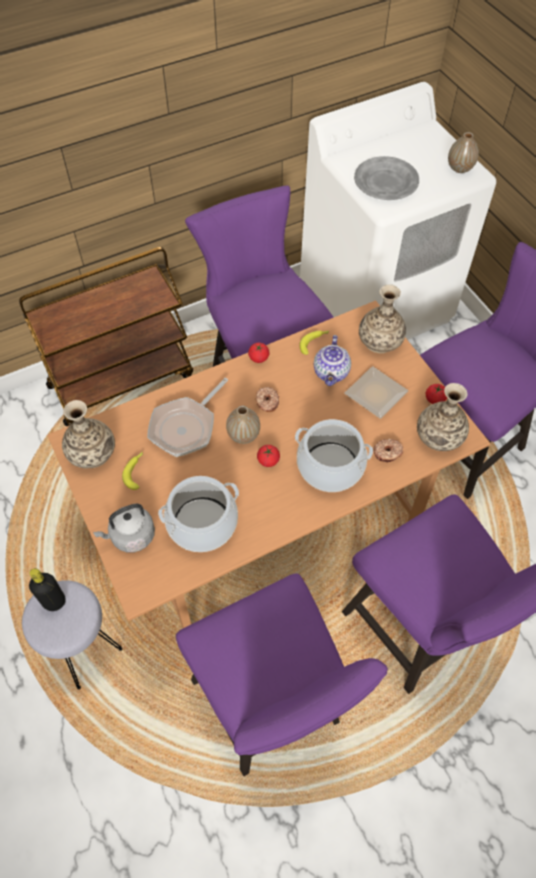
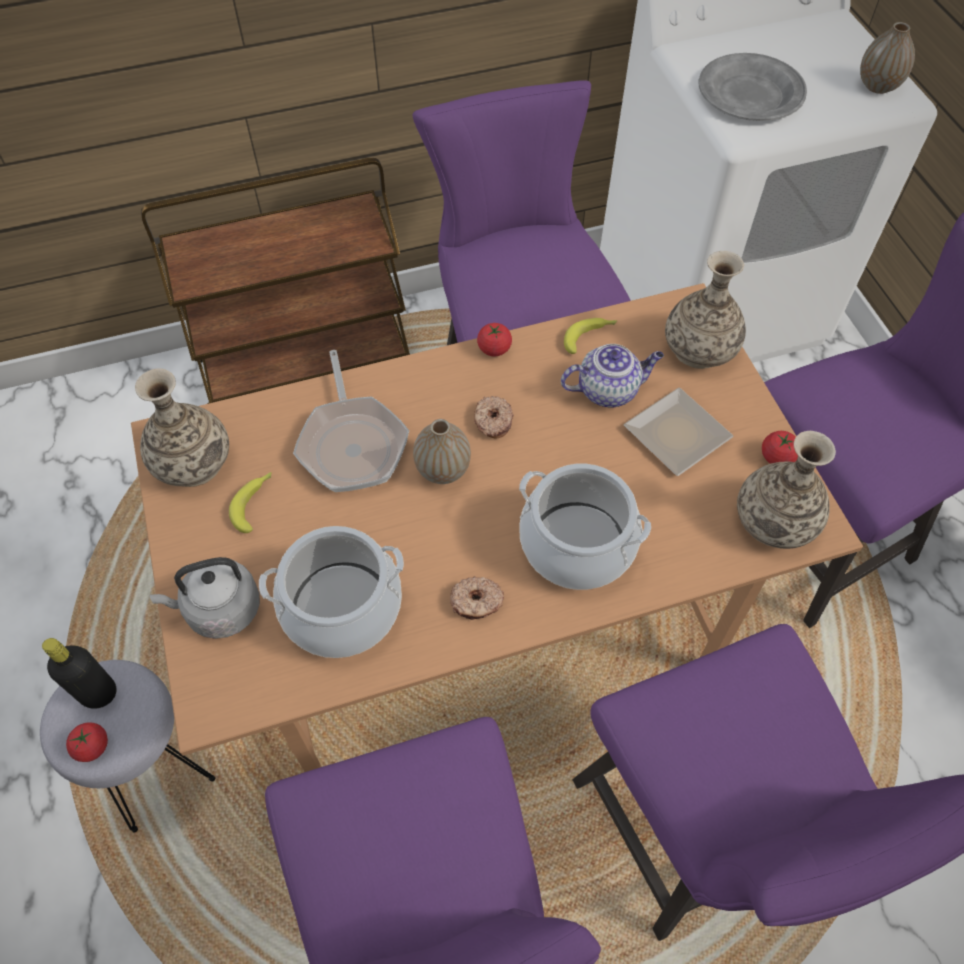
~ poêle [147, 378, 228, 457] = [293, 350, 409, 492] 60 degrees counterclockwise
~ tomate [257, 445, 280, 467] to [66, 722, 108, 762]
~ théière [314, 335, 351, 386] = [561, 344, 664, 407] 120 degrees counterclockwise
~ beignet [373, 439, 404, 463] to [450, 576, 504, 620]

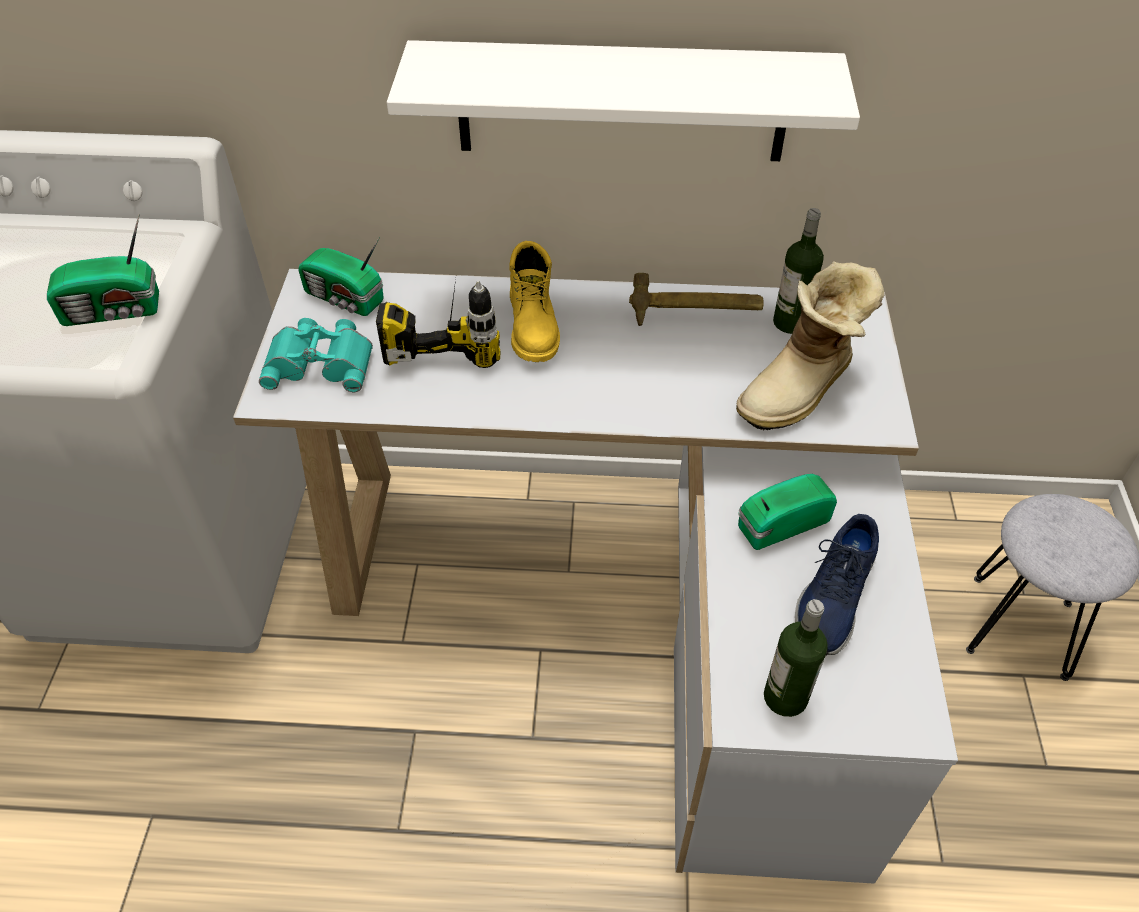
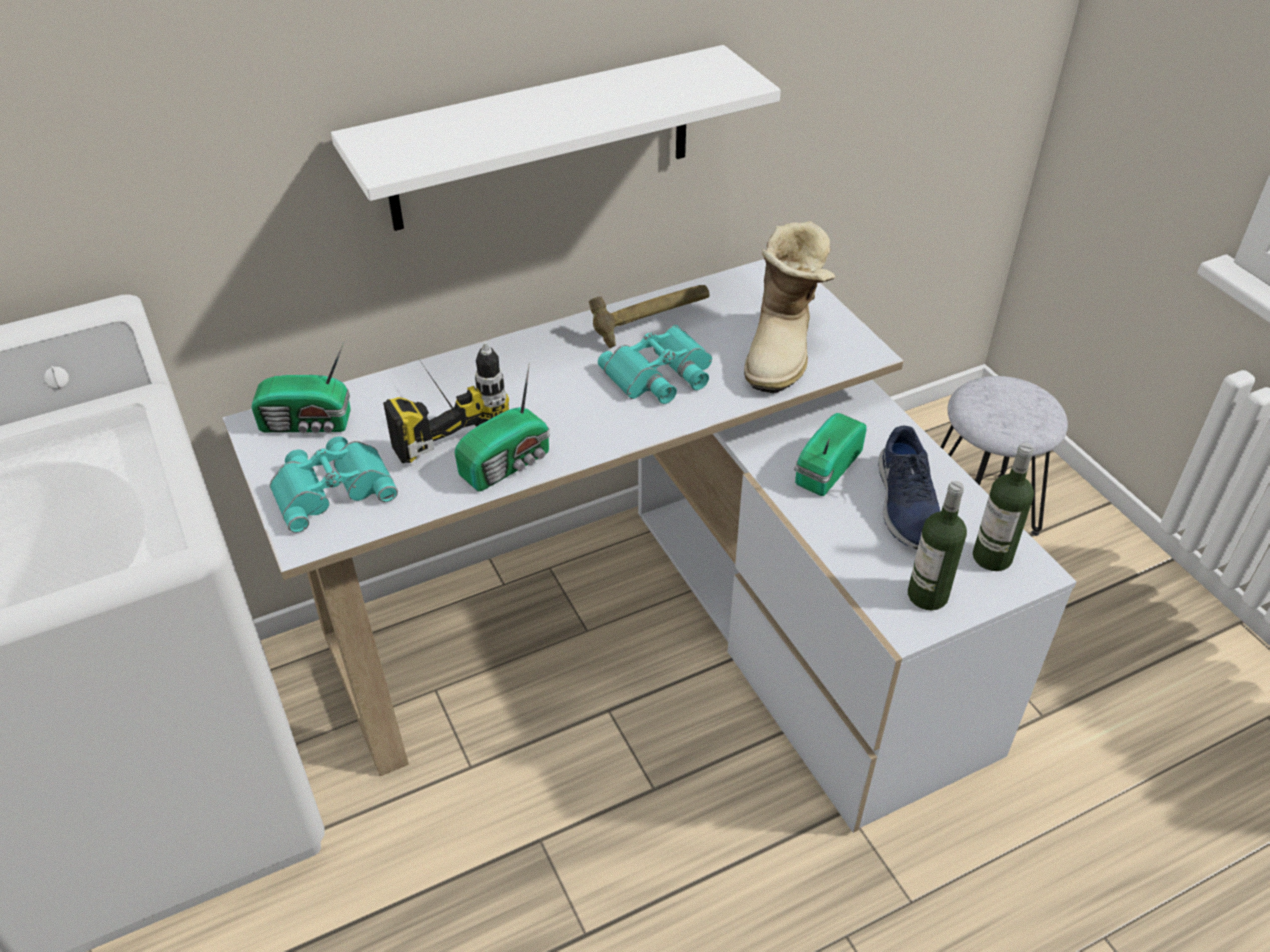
~ radio [47, 214, 159, 326] to [455, 363, 550, 492]
- botte [jaune] [509, 241, 560, 362]
~ bouteille [773, 208, 824, 334] to [973, 443, 1034, 571]
+ jumelles [turquoise] [598, 325, 712, 404]

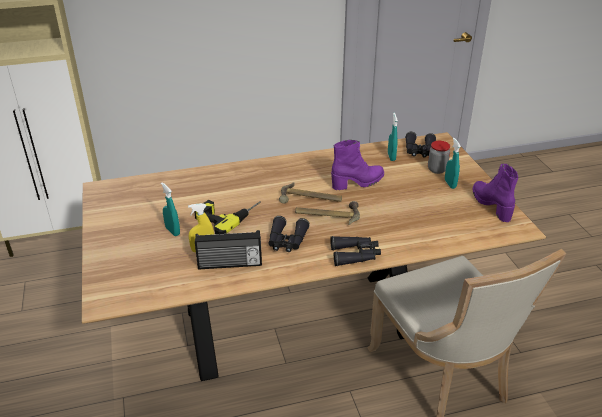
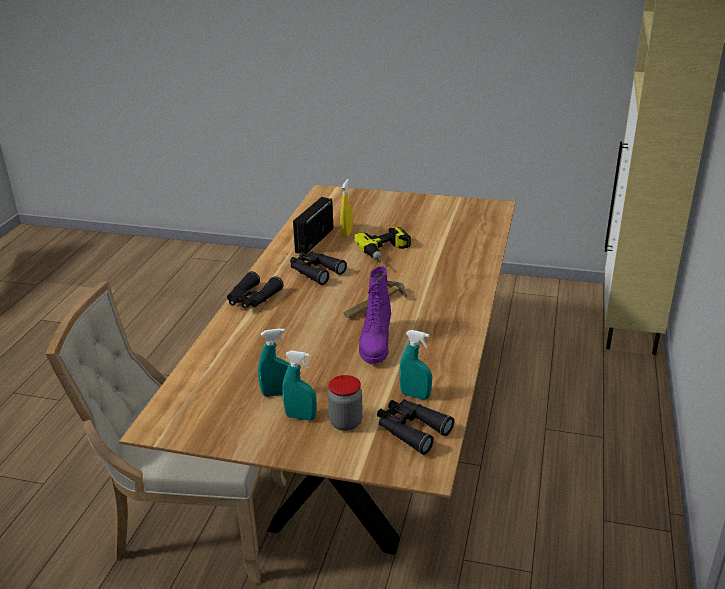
~ vaporisateur [turquoise] [161, 182, 180, 236] to [258, 328, 289, 397]
- marteau [295, 201, 360, 225]
- botte [violet] [472, 163, 518, 222]

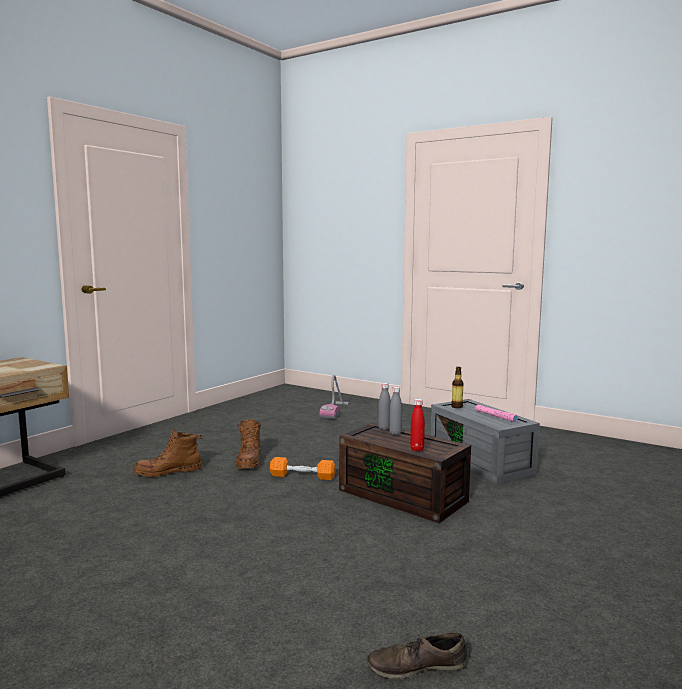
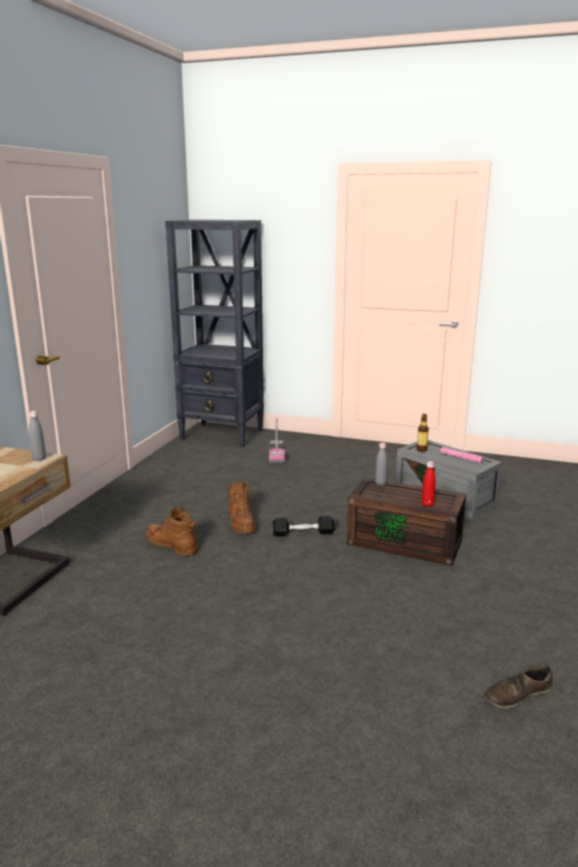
~ botte [marron] [133, 428, 203, 477] = [146, 507, 197, 556] 75 degrees clockwise
~ haltère [orange] [270, 457, 336, 480] to haltère [noir] [272, 516, 335, 537]
~ bouteille [gris] [389, 387, 402, 435] to [29, 411, 46, 461]
+ bibliothèque [noir] [165, 220, 264, 448]

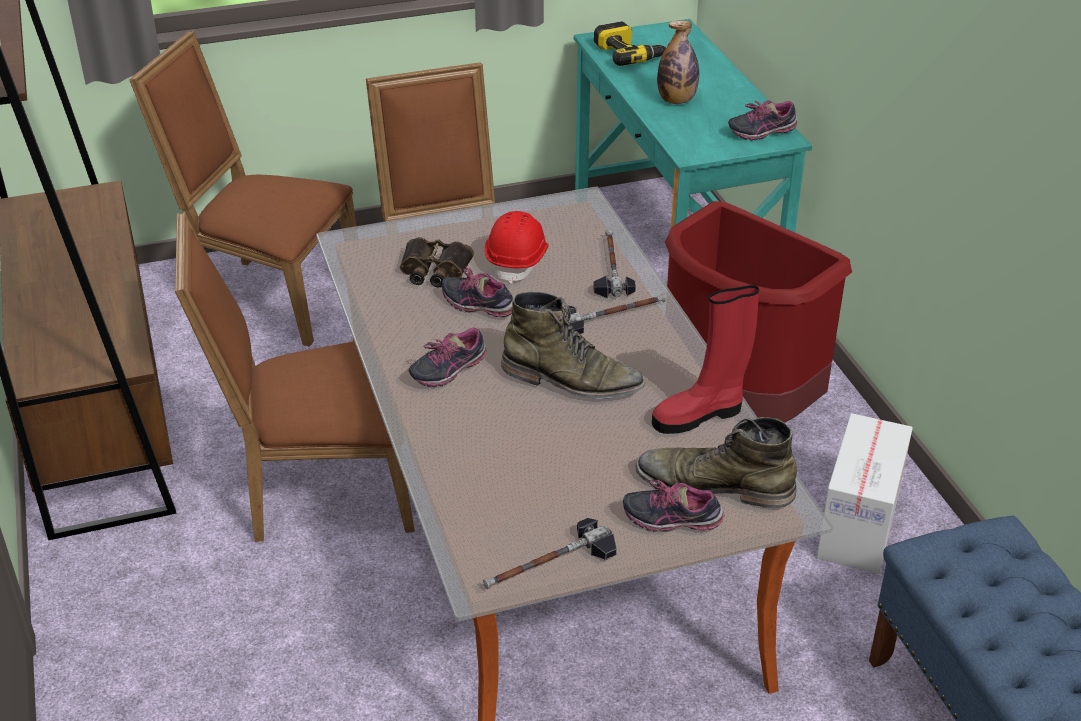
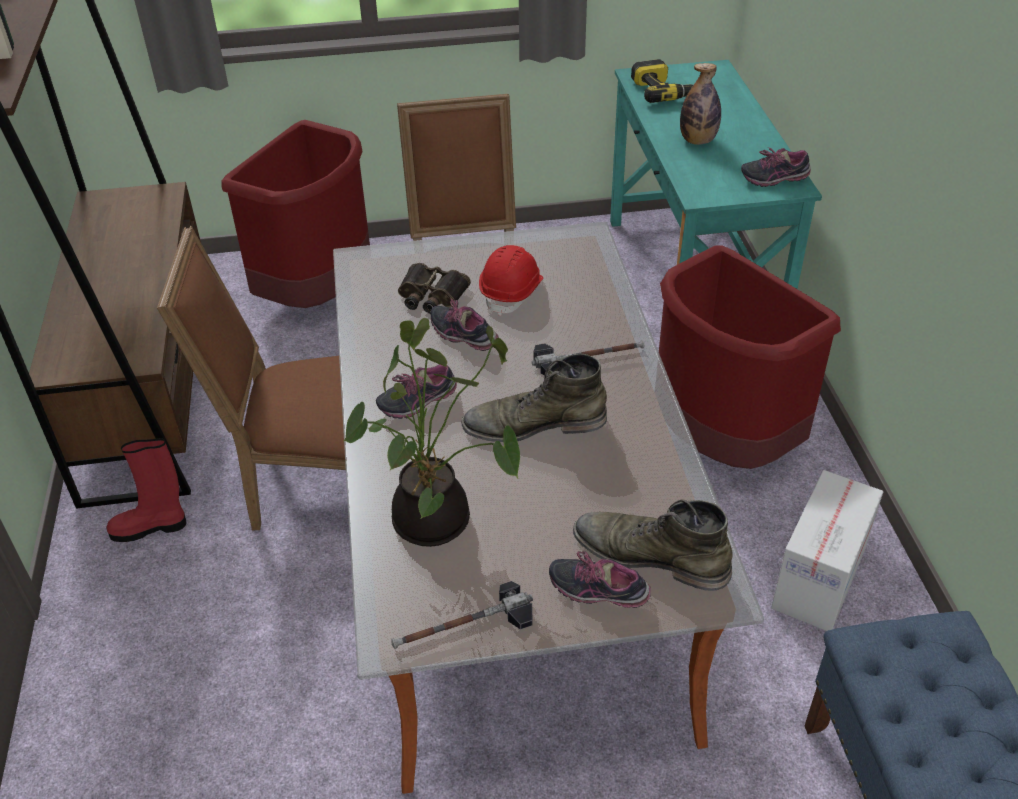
~ chaise [marron] [129, 31, 357, 346] to poubelle [rouge] [222, 120, 370, 308]
~ botte [vert] [501, 291, 645, 399] = [462, 354, 607, 442] 150 degrees clockwise
- marteau [593, 229, 636, 298]
~ botte [rouge] [652, 285, 759, 434] to [107, 438, 186, 542]
+ plante en pot [344, 318, 520, 547]

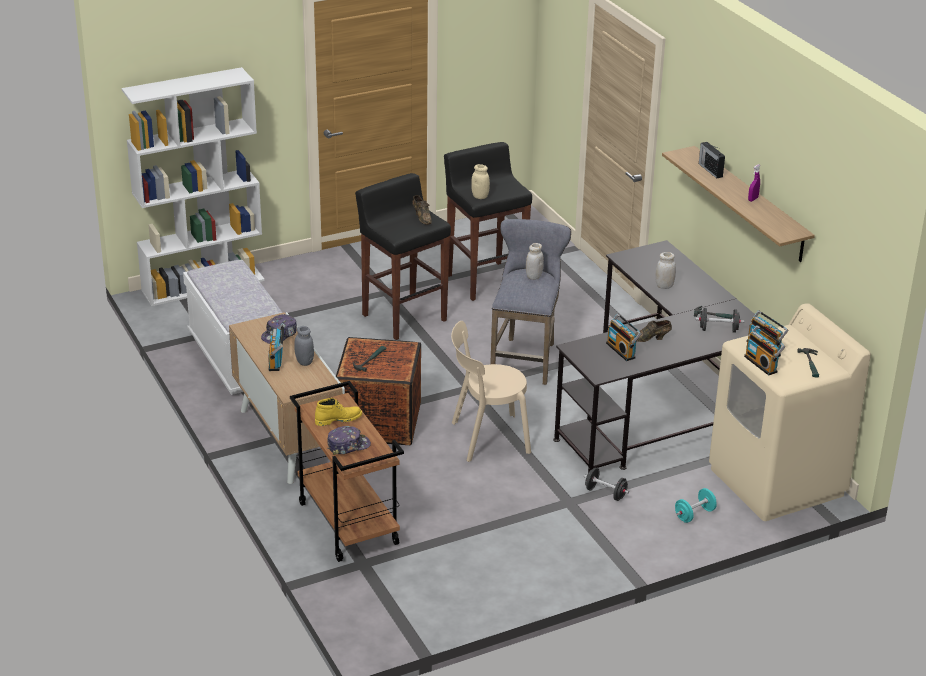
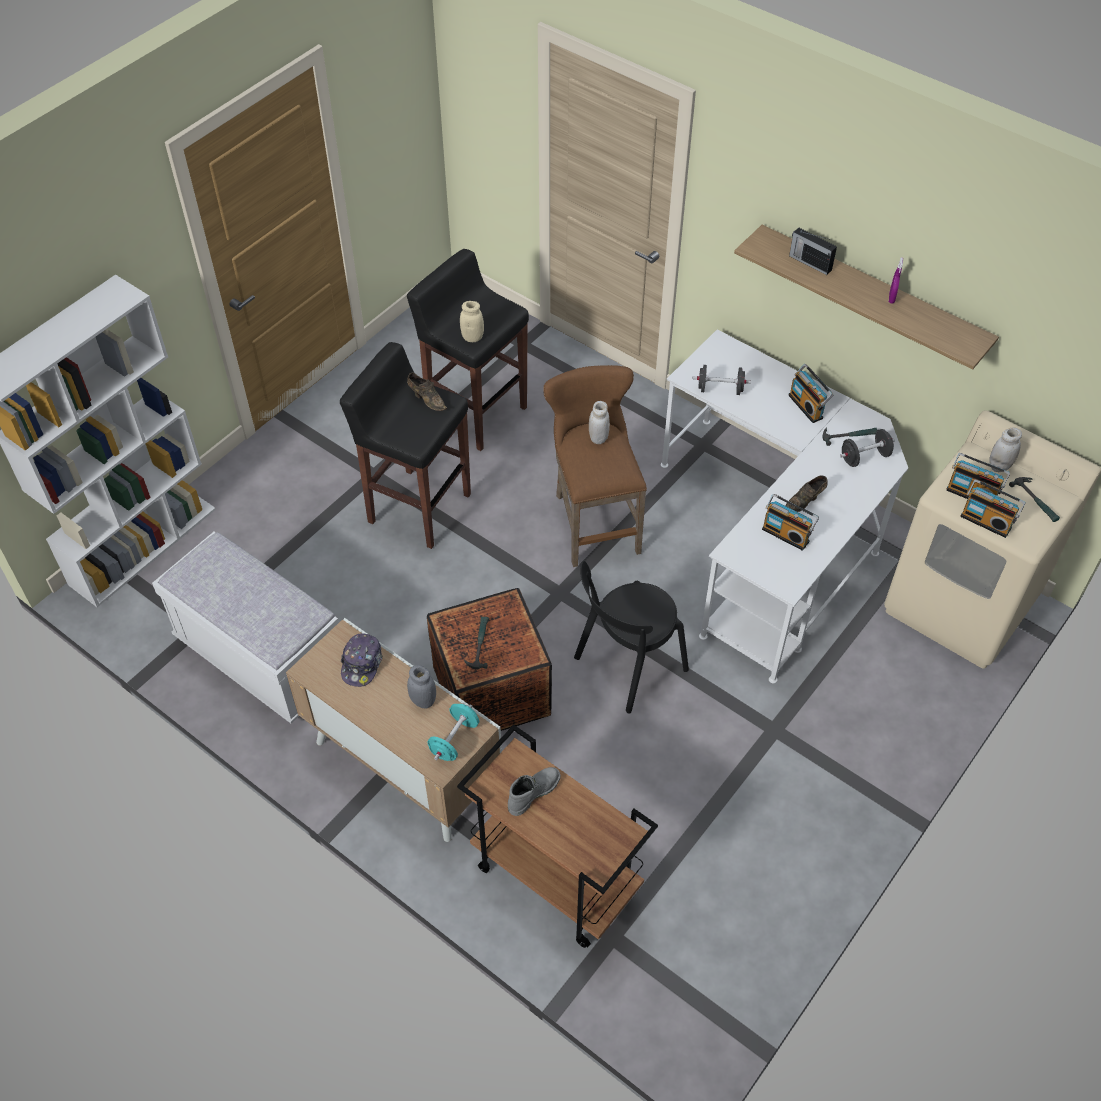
~ radio [268, 324, 284, 371] to [788, 364, 834, 423]
~ botte [jaune] [315, 398, 362, 426] to botte [gris] [508, 767, 561, 816]
- casquette [327, 426, 371, 455]
~ chaise [beige] [451, 321, 531, 462] to chaise [noir] [574, 561, 689, 714]
~ tabouret [gris] [490, 219, 571, 385] to tabouret [marron] [543, 365, 647, 567]
~ bureau [noir] [553, 240, 758, 473] to bureau [blanc] [661, 330, 908, 683]
~ haltère [noir] [584, 467, 629, 501] to [693, 365, 751, 395]
~ bocal [blanc] [655, 252, 676, 289] to [989, 427, 1022, 472]
~ haltère [turquoise] [675, 488, 717, 523] to [427, 704, 479, 761]

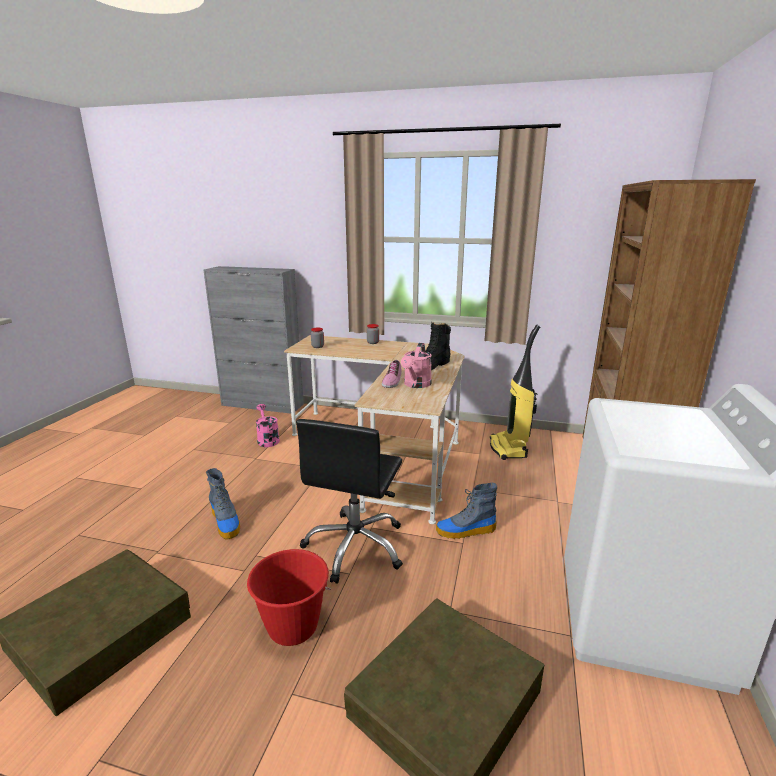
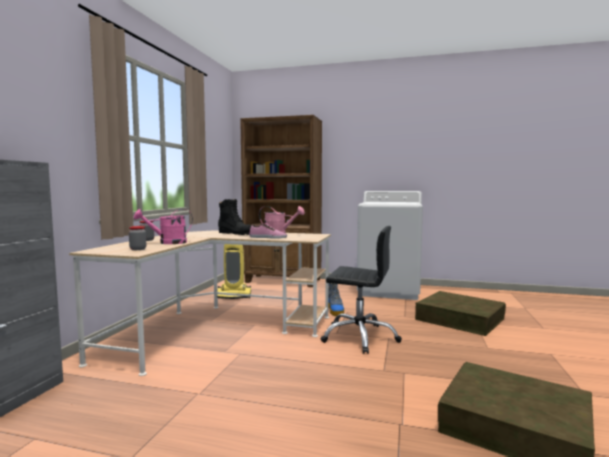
- botte [206, 468, 240, 539]
- seau [rouge] [247, 549, 331, 646]
~ arrosoir [rose] [256, 404, 280, 447] to [134, 209, 193, 244]

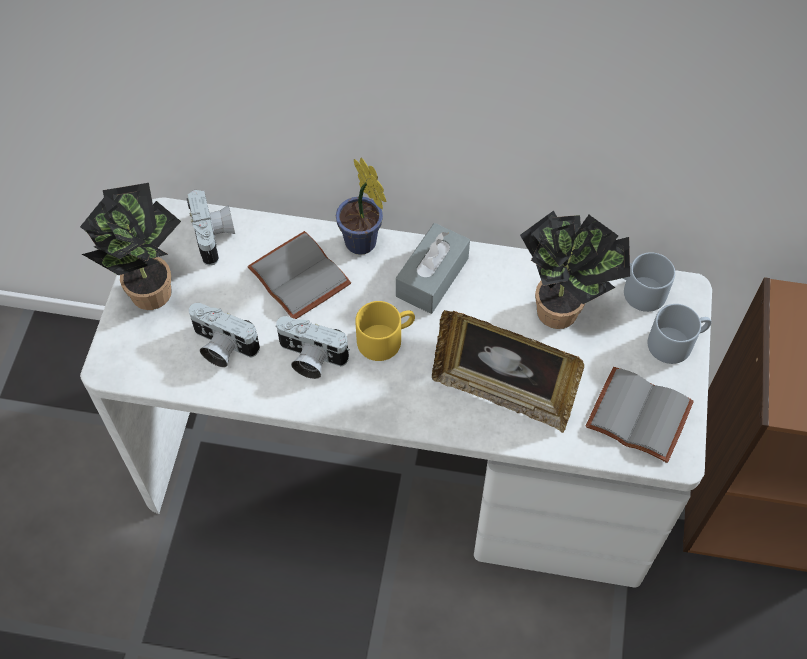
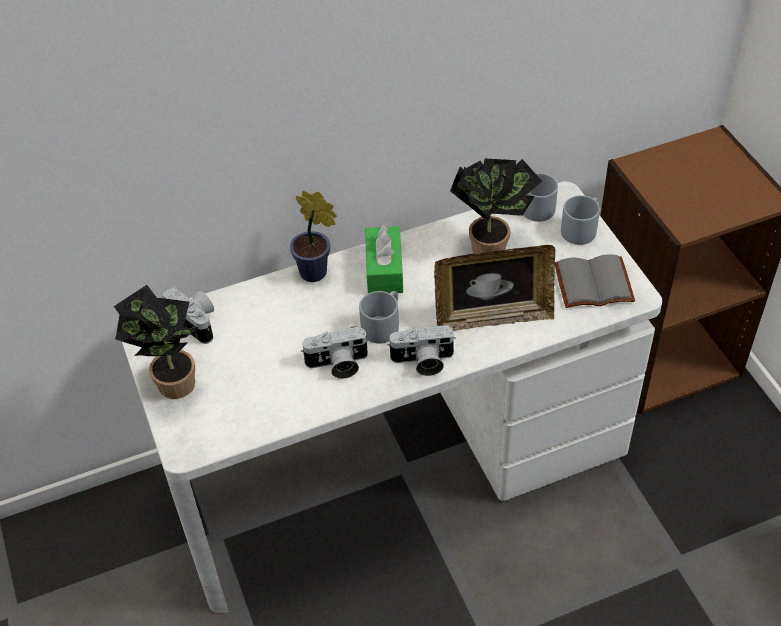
~ appareil photo [189, 303, 260, 368] to [387, 325, 456, 376]
- livre [gris] [247, 231, 351, 319]
~ mug [jaune] [355, 301, 415, 361] to mug [gris] [359, 291, 399, 344]
~ boîte à mouchoirs [gris] [396, 223, 470, 314] to boîte à mouchoirs [vert] [365, 224, 403, 293]

